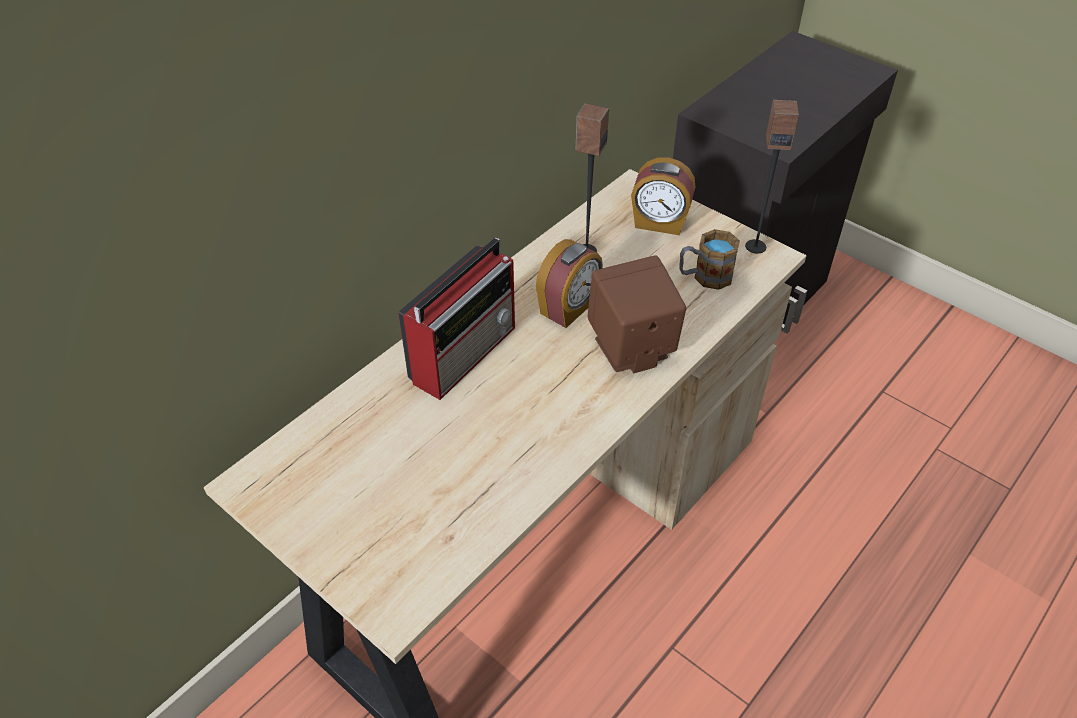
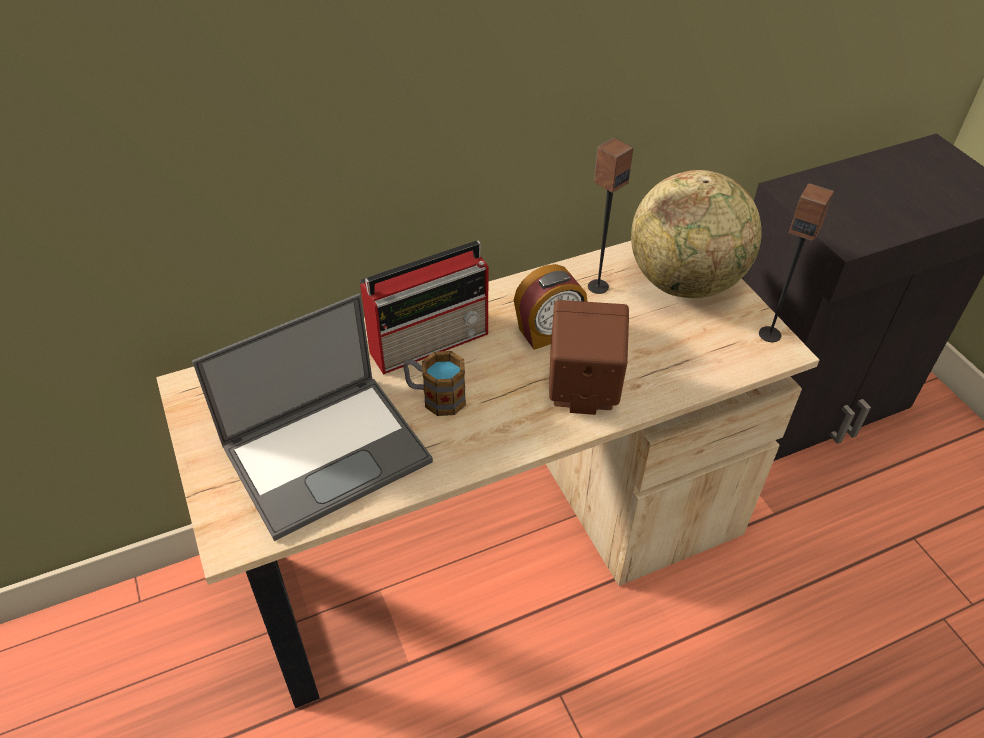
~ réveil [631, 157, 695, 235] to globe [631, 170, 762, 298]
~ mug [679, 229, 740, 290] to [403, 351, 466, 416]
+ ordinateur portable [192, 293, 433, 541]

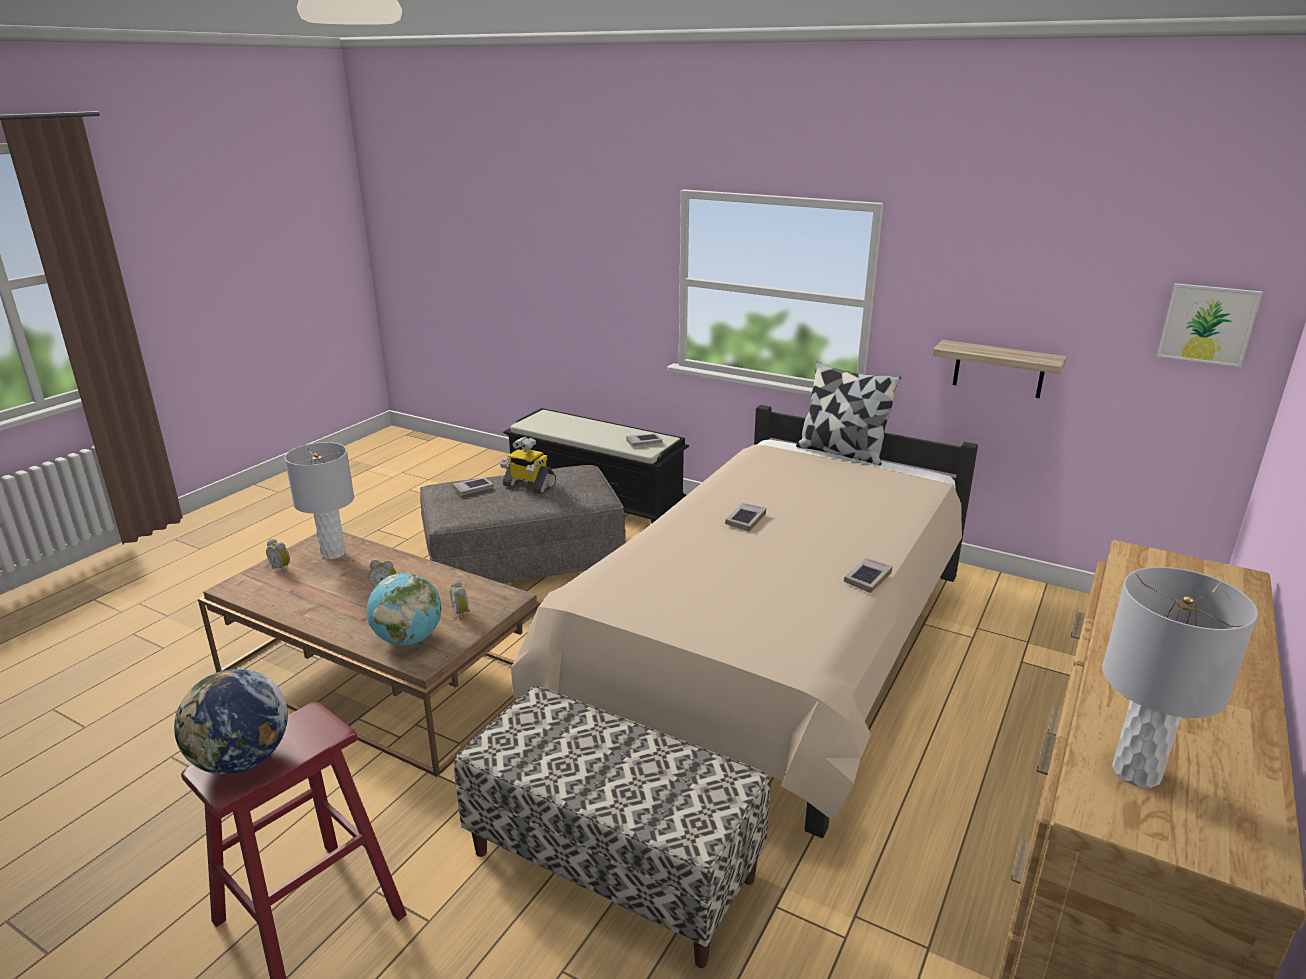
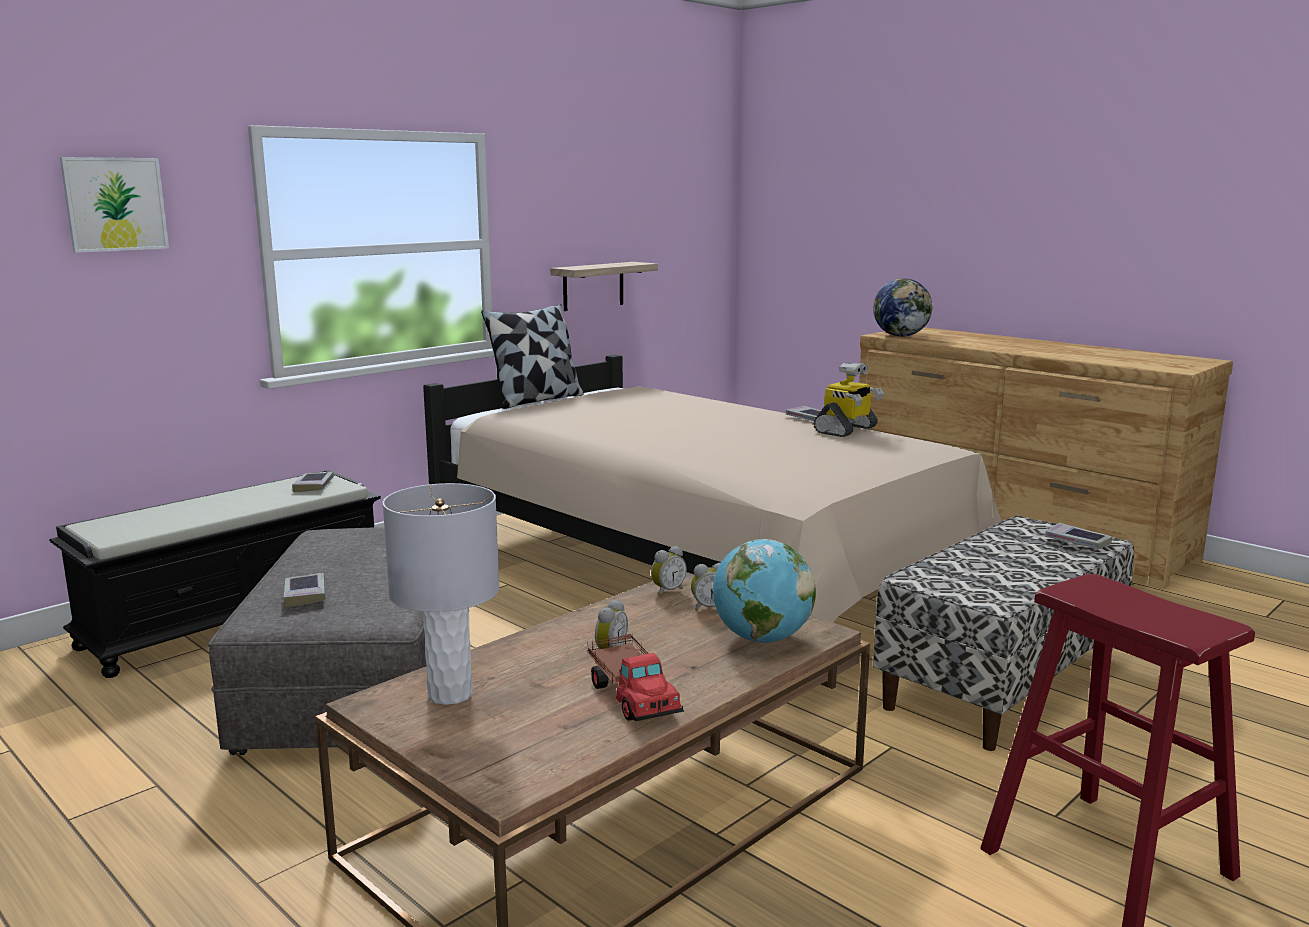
~ globe [174, 669, 288, 774] to [873, 278, 933, 337]
~ réveil [266, 539, 290, 573] to [651, 546, 687, 596]
~ robot jouet [500, 437, 556, 494] to [813, 362, 884, 437]
~ livre [725, 503, 766, 531] to [1045, 523, 1112, 549]
- lampe de table [gris] [1102, 567, 1258, 788]
~ tableau [1157, 283, 1263, 367] to [60, 157, 169, 253]
+ camion jouet [587, 633, 684, 721]

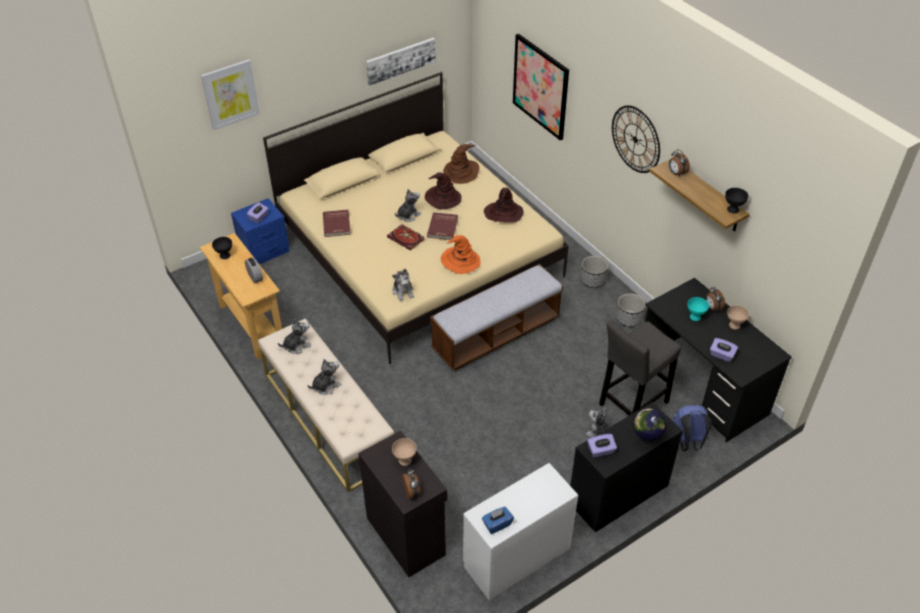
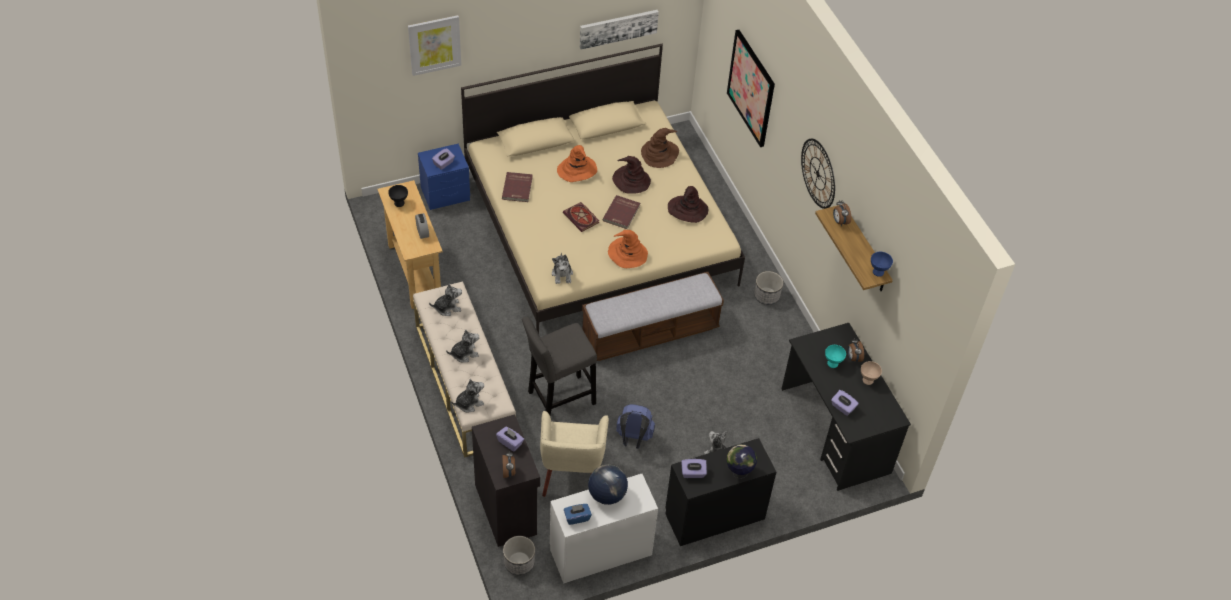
~ bol [beige] [392, 438, 417, 466] to boîte à mouchoirs [violet] [496, 426, 524, 452]
~ peluche [395, 189, 421, 222] to [451, 379, 484, 412]
~ tabouret [gris] [599, 321, 681, 415] to [522, 316, 597, 415]
~ cache-pot [616, 293, 646, 327] to [503, 536, 535, 575]
~ sac à dos [bleu] [672, 405, 712, 451] to [616, 404, 655, 449]
~ bol [noir] [725, 188, 749, 214] to bol [bleu] [871, 252, 893, 277]
+ fauteuil [beige] [540, 411, 609, 497]
+ chapeau [orange] [557, 145, 597, 182]
+ globe [588, 465, 628, 505]

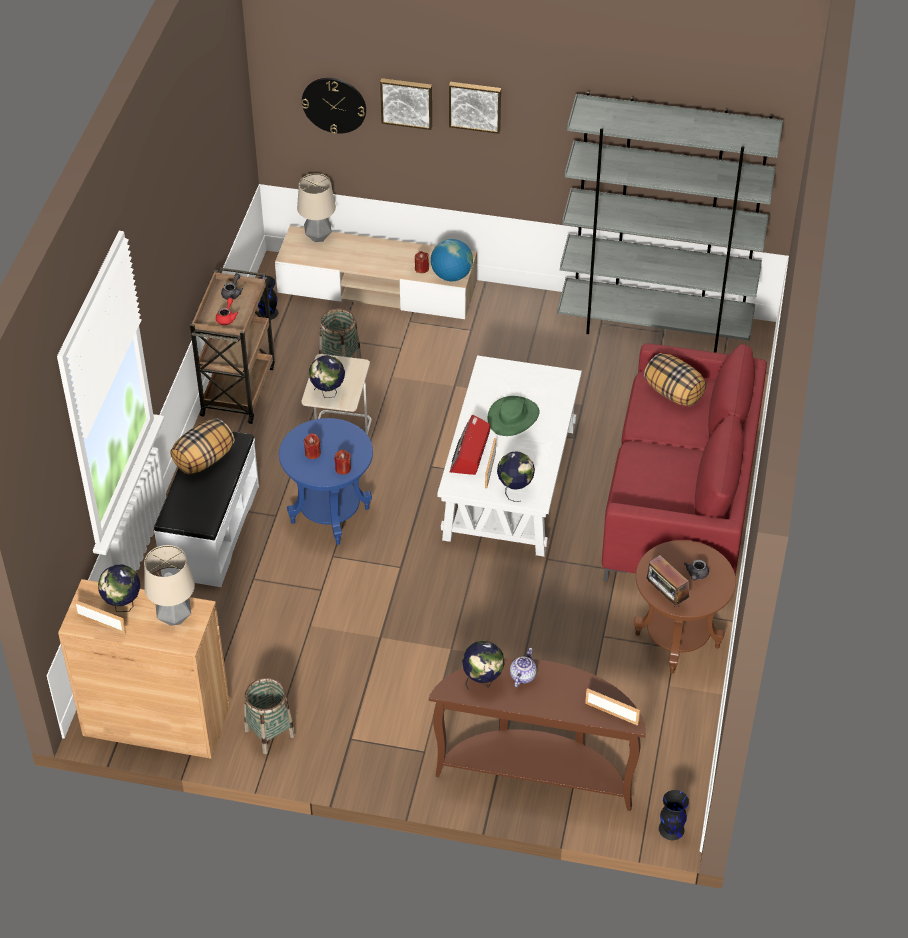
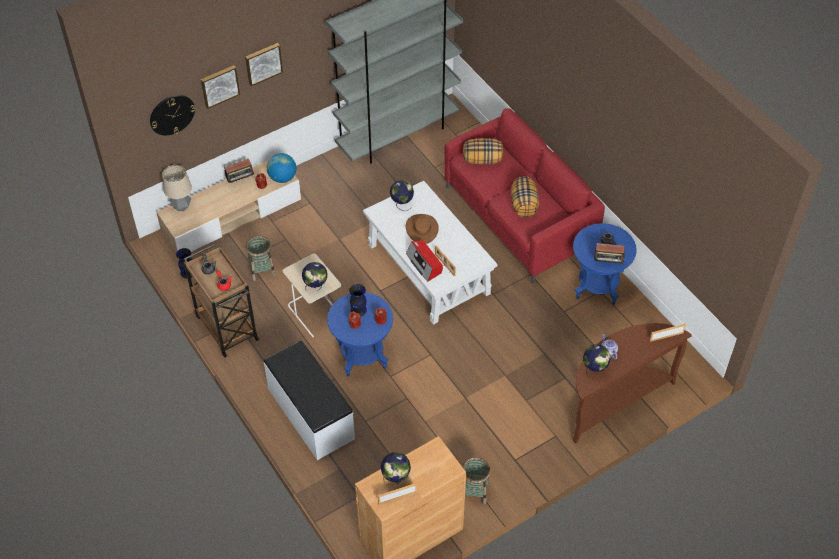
- lampe de table [144, 545, 195, 626]
~ coussin [170, 418, 234, 475] to [511, 176, 539, 218]
~ chapeau [vert] [488, 396, 539, 436] to chapeau [marron] [406, 214, 439, 244]
~ globe [497, 452, 535, 502] to [390, 180, 414, 211]
~ table d'appoint [marron] [634, 540, 736, 674] to table d'appoint [bleu] [573, 223, 637, 305]
~ vase [noir] [659, 790, 689, 840] to [349, 284, 367, 316]
+ radio [224, 159, 256, 183]

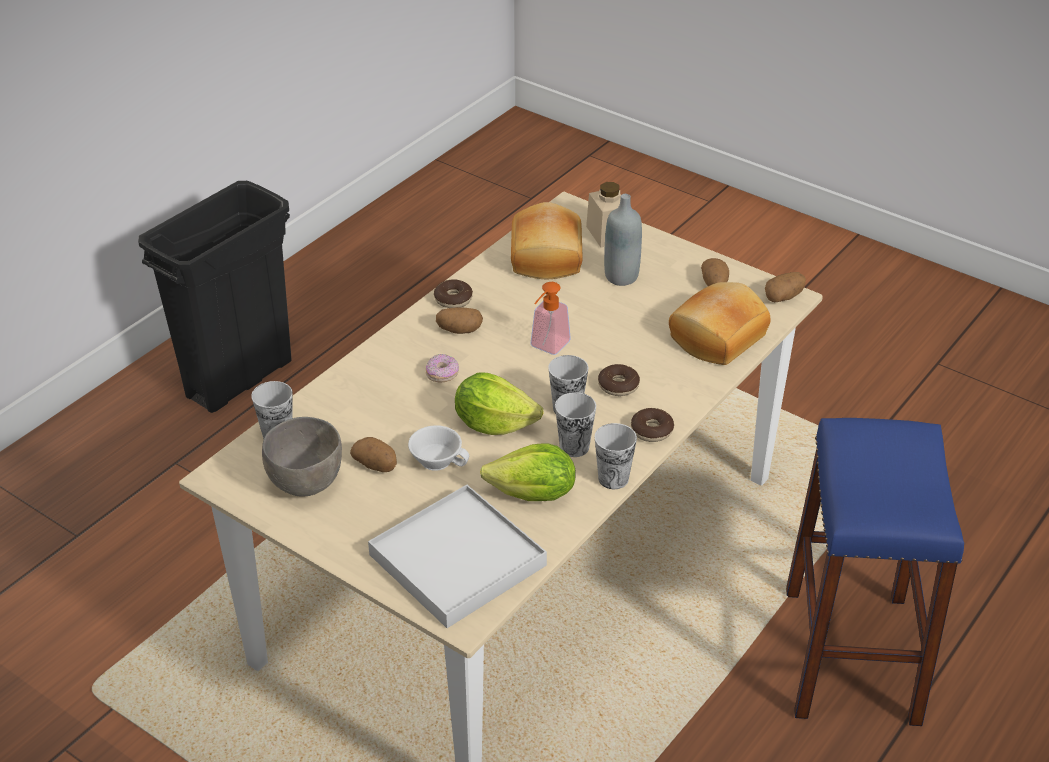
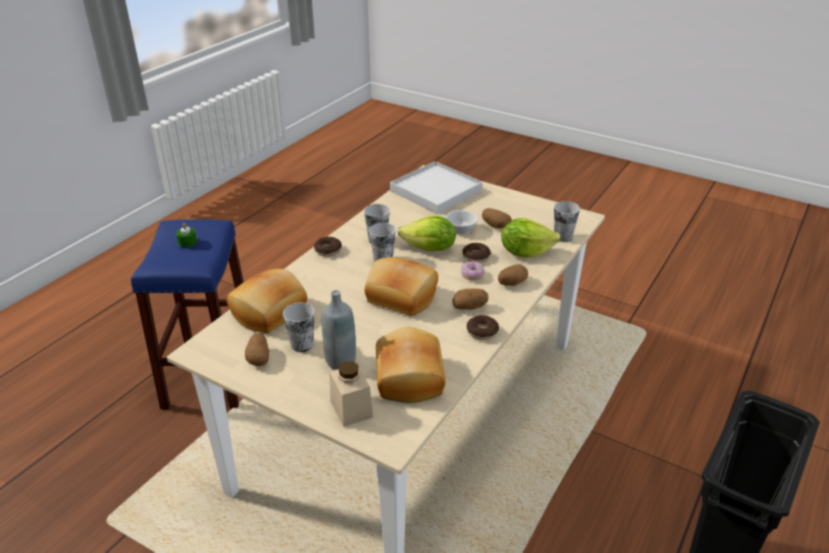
- bol [gris] [262, 417, 342, 497]
~ laitue [480, 443, 576, 501] to [501, 218, 561, 258]
~ distributeur de savon [530, 282, 571, 355] to pain [364, 257, 438, 316]
~ tasse [595, 423, 637, 489] to [283, 303, 314, 352]
~ beignet [598, 364, 640, 396] to [463, 243, 491, 263]
~ pomme de terre [765, 272, 806, 302] to [498, 264, 528, 286]
+ bougie [vert] [176, 223, 197, 247]

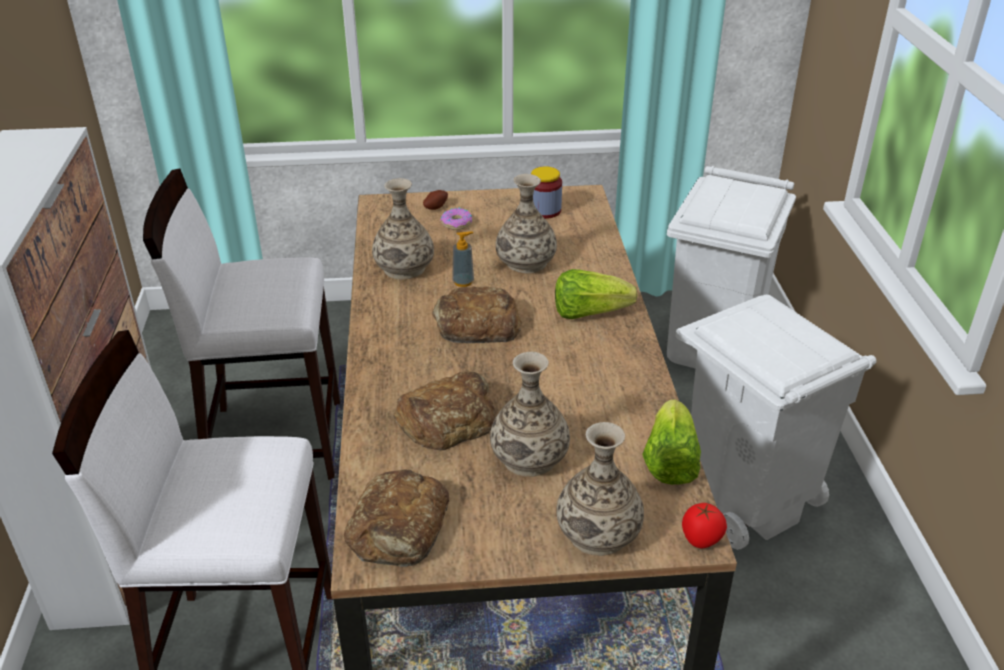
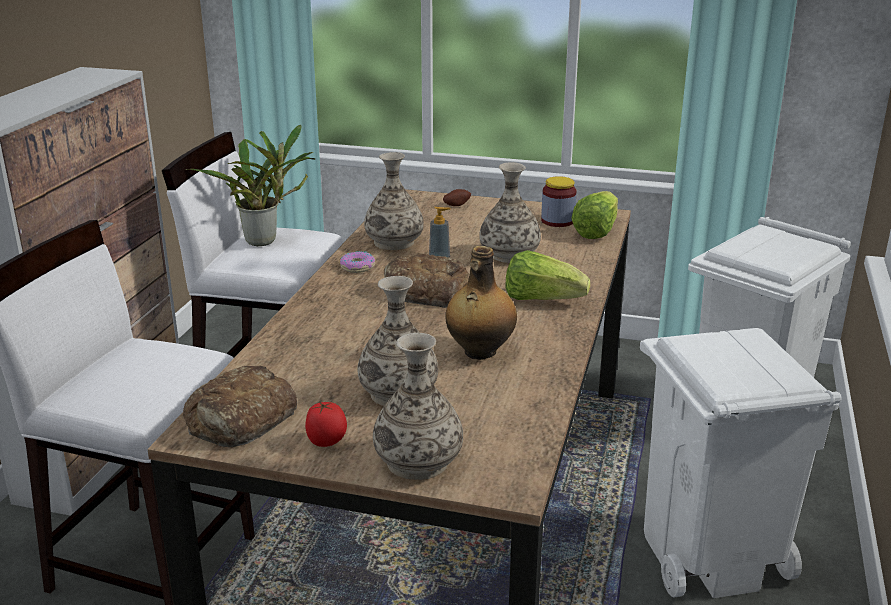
- pain [393, 371, 496, 450]
~ beignet [440, 207, 473, 230] to [340, 251, 375, 273]
~ laitue [642, 399, 701, 485] to [572, 191, 618, 239]
~ tomate [682, 503, 727, 548] to [305, 402, 347, 447]
+ plante en pot [186, 125, 315, 246]
+ bouteille [445, 246, 517, 360]

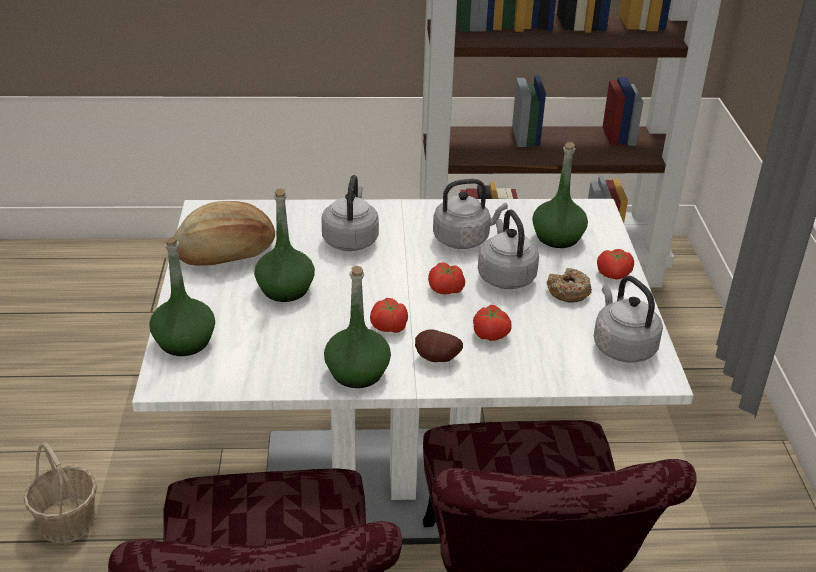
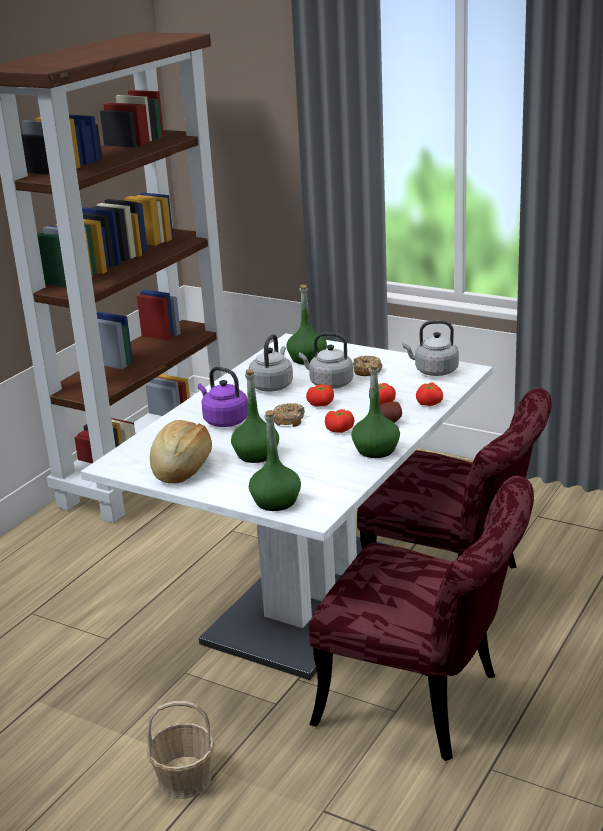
~ bouilloire [gris] [321, 175, 379, 251] to bouilloire [violet] [198, 367, 248, 427]
~ tomate [597, 249, 634, 279] to [416, 383, 443, 406]
+ beignet [273, 403, 305, 427]

